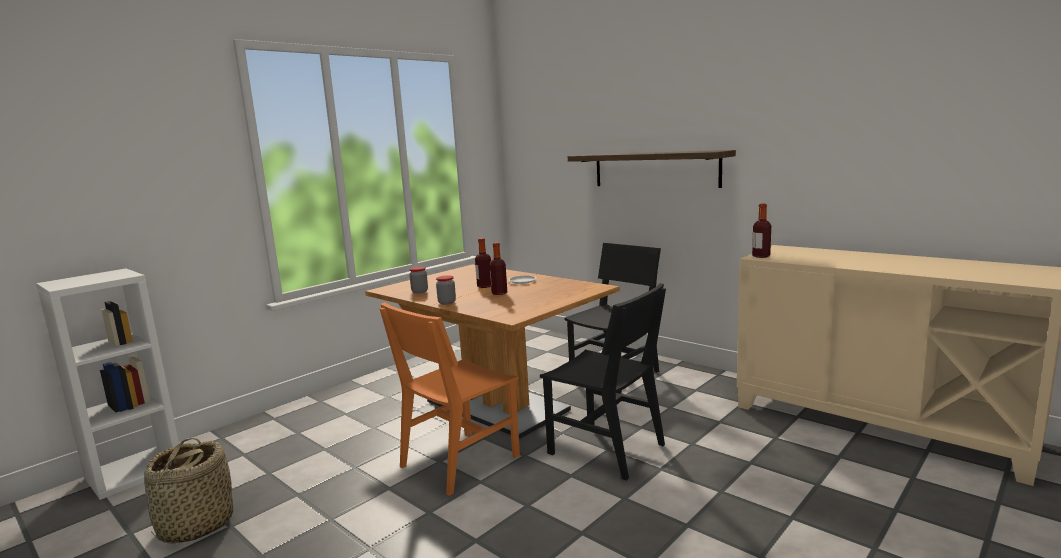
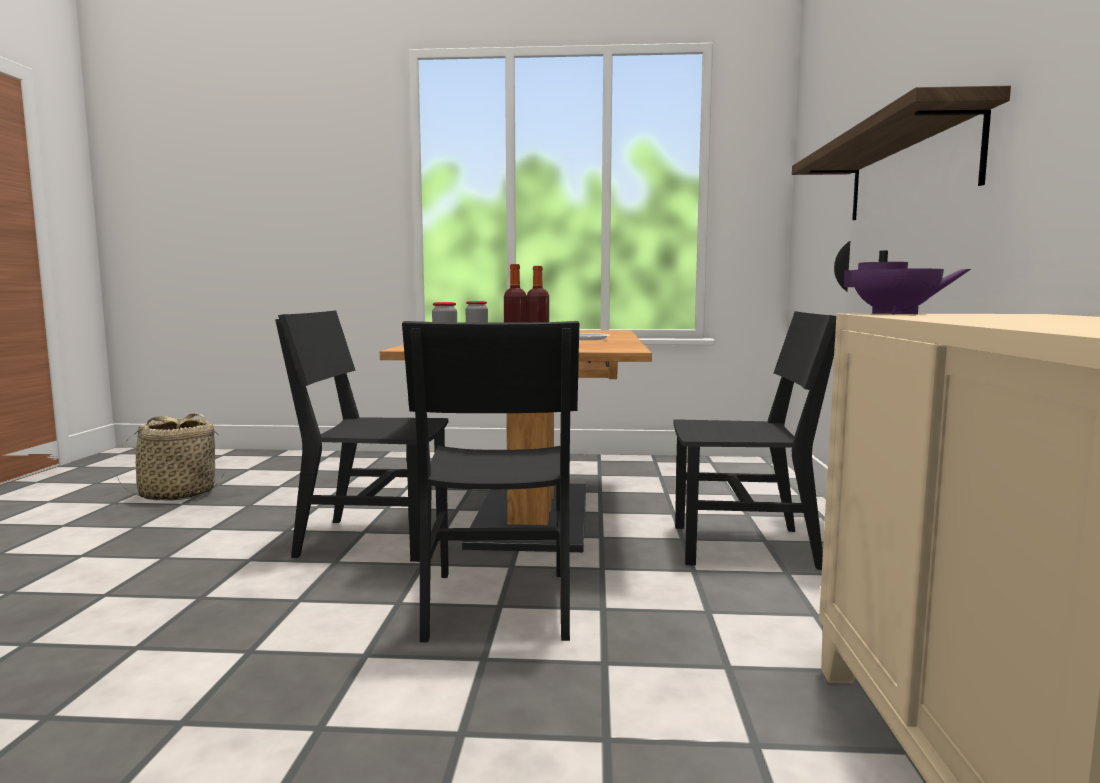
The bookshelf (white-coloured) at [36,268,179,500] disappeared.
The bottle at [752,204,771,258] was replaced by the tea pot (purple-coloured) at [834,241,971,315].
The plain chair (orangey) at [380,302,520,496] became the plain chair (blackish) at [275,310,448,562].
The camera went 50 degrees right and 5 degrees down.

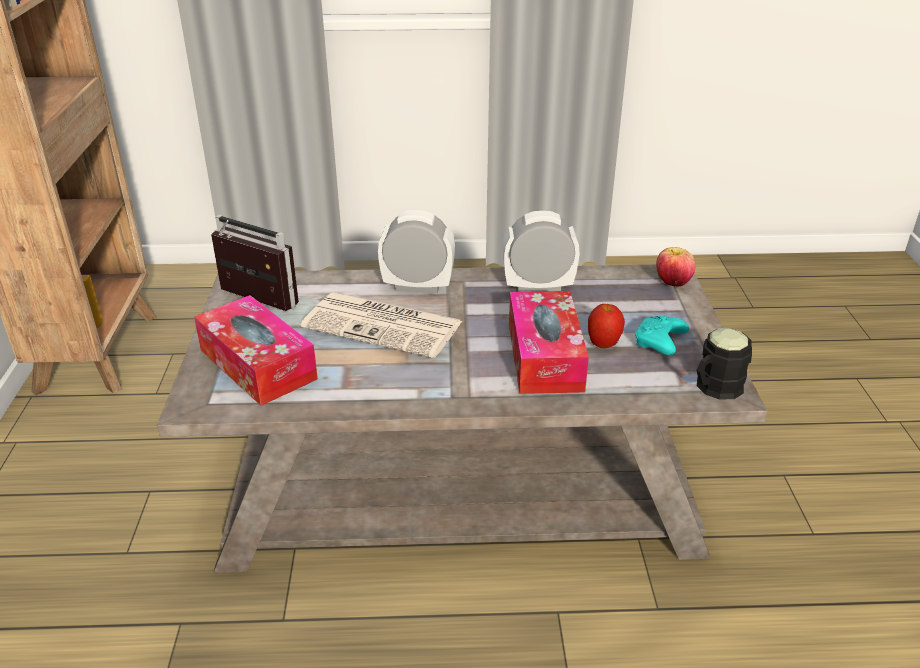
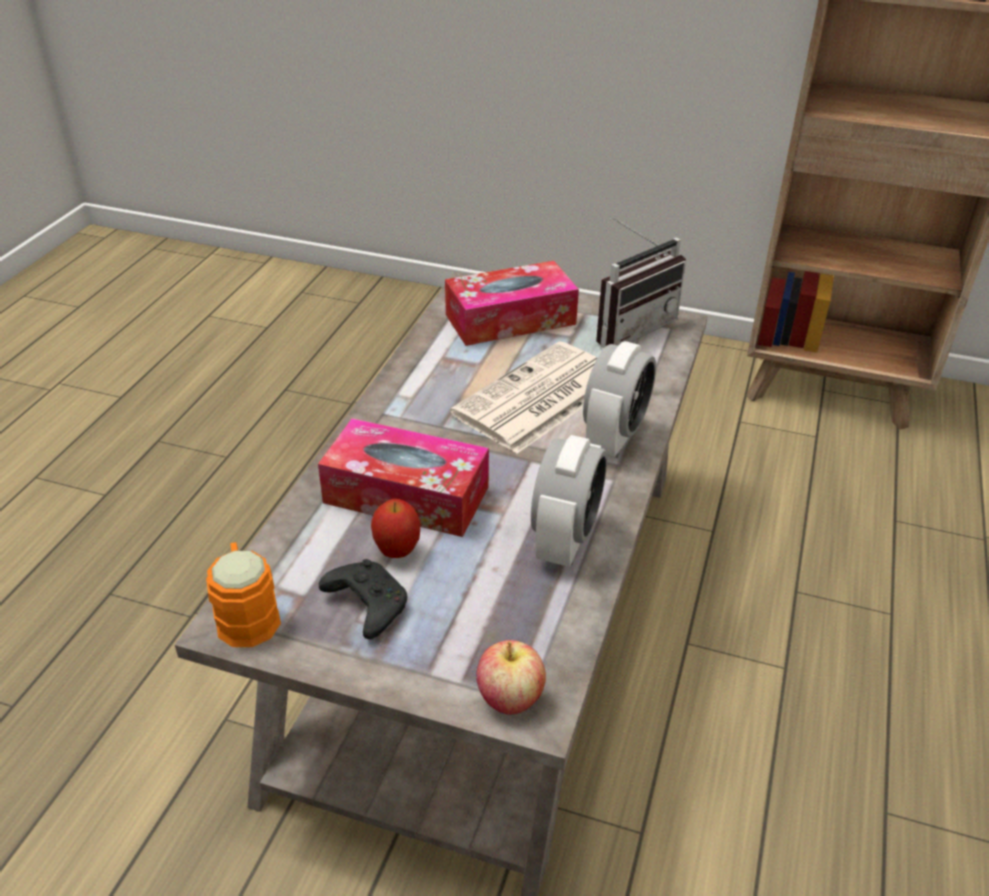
The joypad (turquoise-coloured) at [635,316,689,355] became the joypad (blackish) at [319,559,407,639].
The mug (blackish) at [696,328,752,400] became the mug (orangey) at [206,542,281,647].
The camera went 110 degrees right and 5 degrees up.

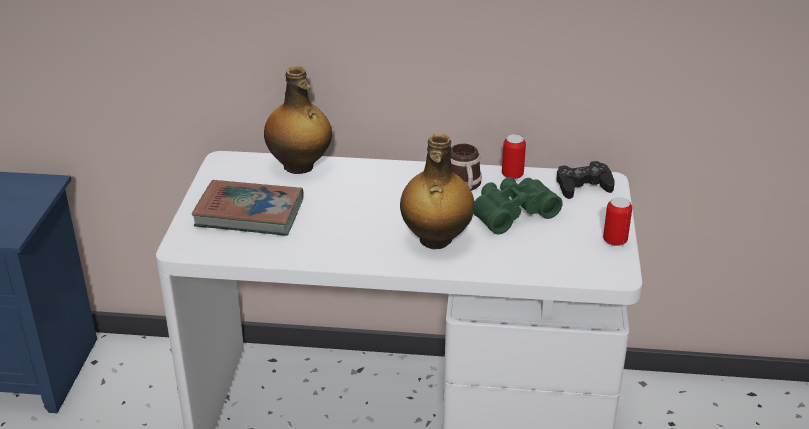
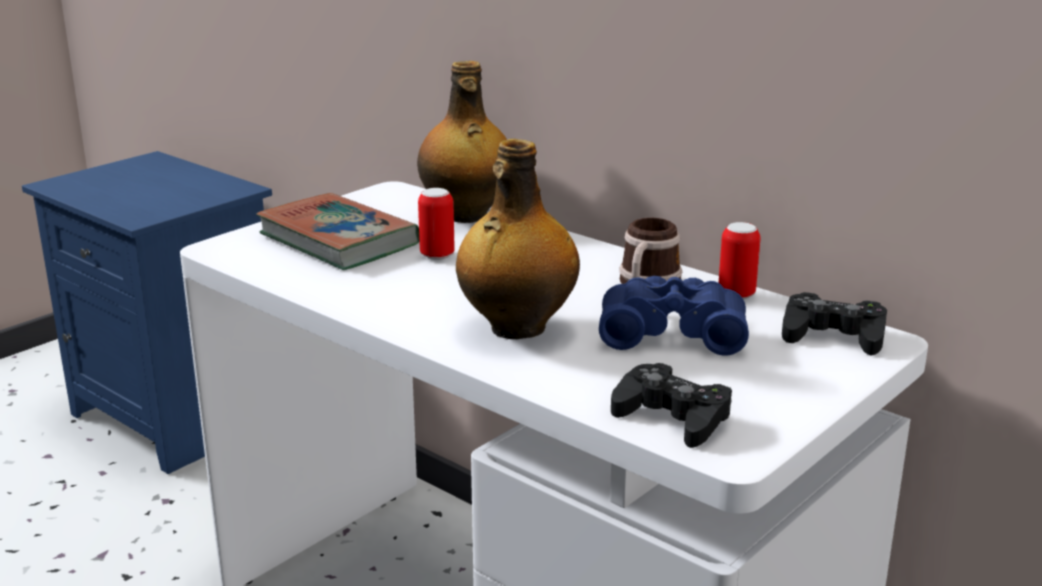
The joypad (blackish) at [611,363,732,448] appeared.
The sealed can moved from [603,197,632,246] to [418,188,455,260].
The pair of binoculars (greenish) at [473,177,563,234] became the pair of binoculars (blue) at [599,276,749,355].
The camera went 35 degrees right and 10 degrees down.

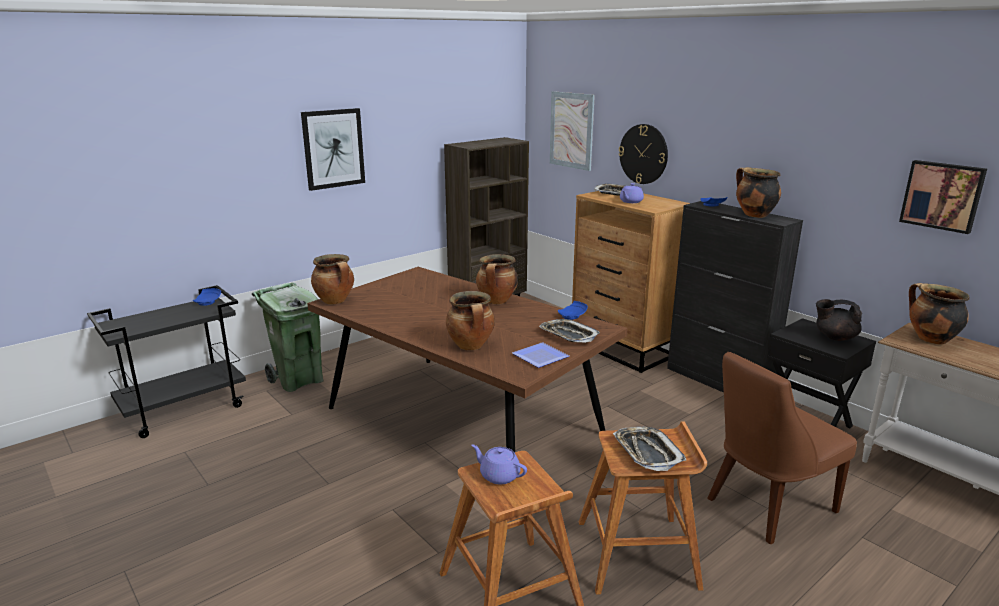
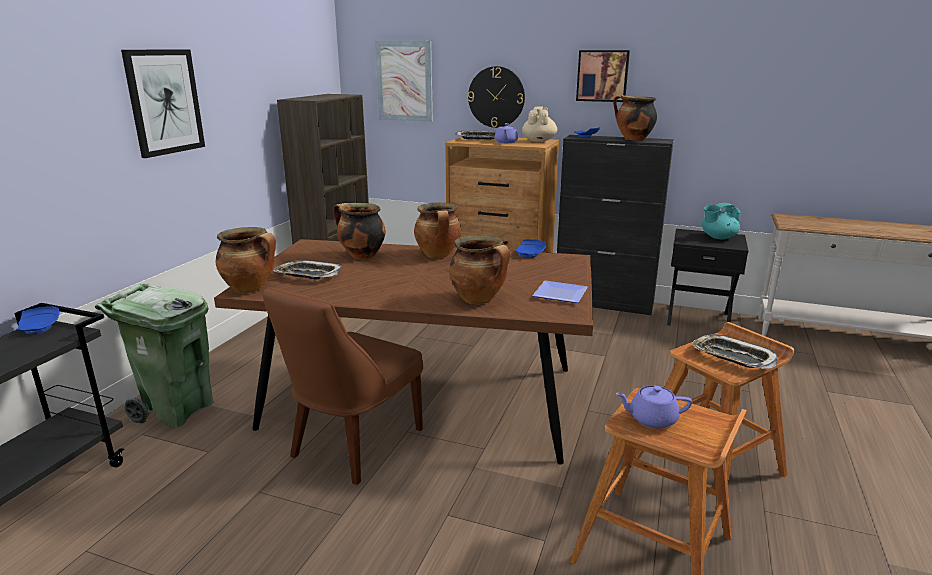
The tea pot (beige) at [522,106,557,142] appeared.
The serving tray moved from [539,319,600,343] to [274,260,342,279].
The plain chair (brownish) moved from [708,352,857,544] to [263,287,423,485].
The picture moved from [899,160,987,234] to [576,50,630,102].
The stockpot moved from [909,283,970,345] to [333,203,385,259].
The tea pot (blackish) at [816,299,862,341] became the tea pot (turquoise-coloured) at [702,203,741,239].
The camera went 30 degrees left and 0 degrees up.

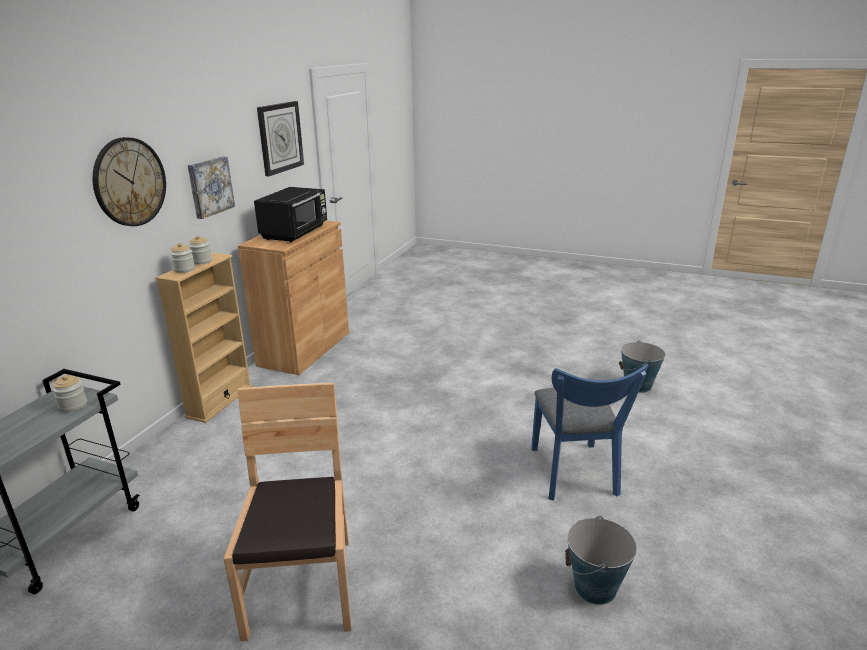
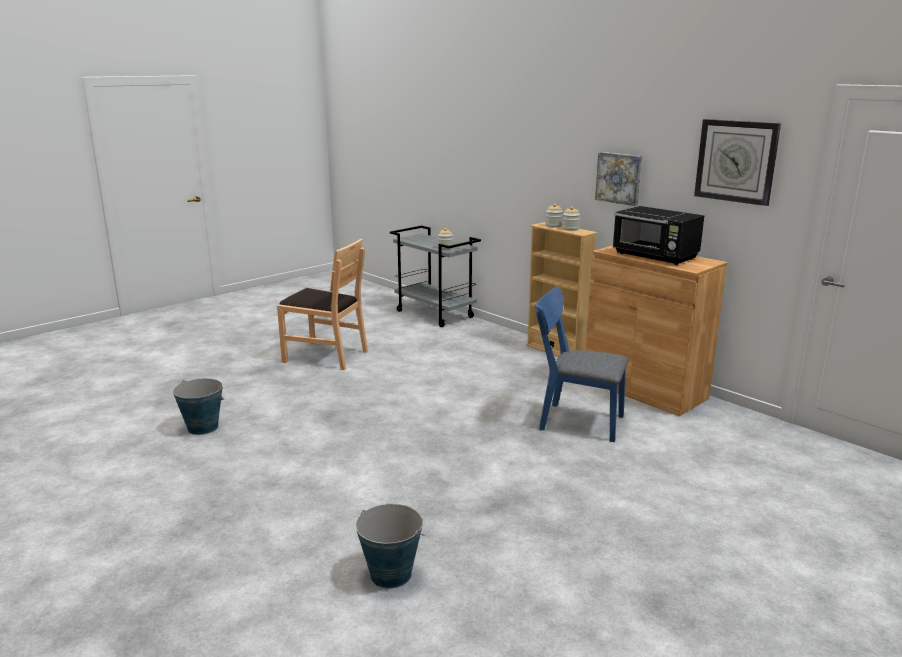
The wall clock at [92,137,166,226] disappeared.
The plain chair (blue) moved from [531,364,649,501] to [535,287,628,442].
The camera went 115 degrees right and 5 degrees down.

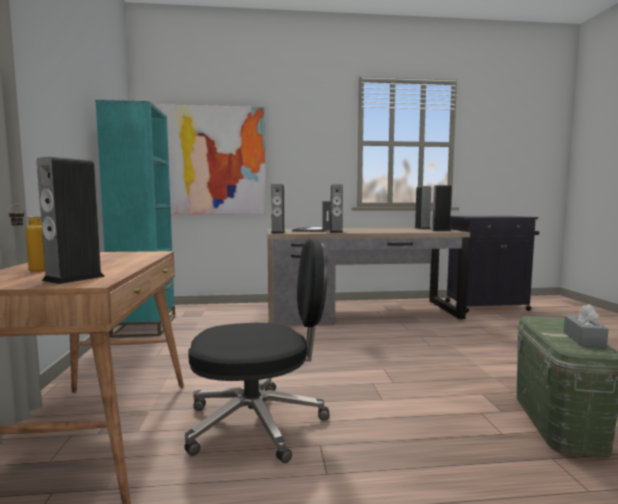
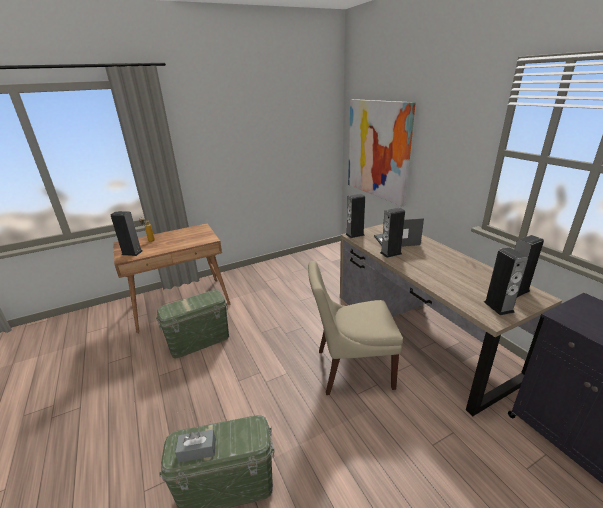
The bookshelf (turquoise-coloured) at [95,100,175,338] disappeared.
The plain chair (beige) at [308,261,403,395] appeared.
The office chair (blackish) at [184,239,329,463] was replaced by the storage box (greenish) at [156,290,229,358].
The camera went 70 degrees right and 20 degrees up.

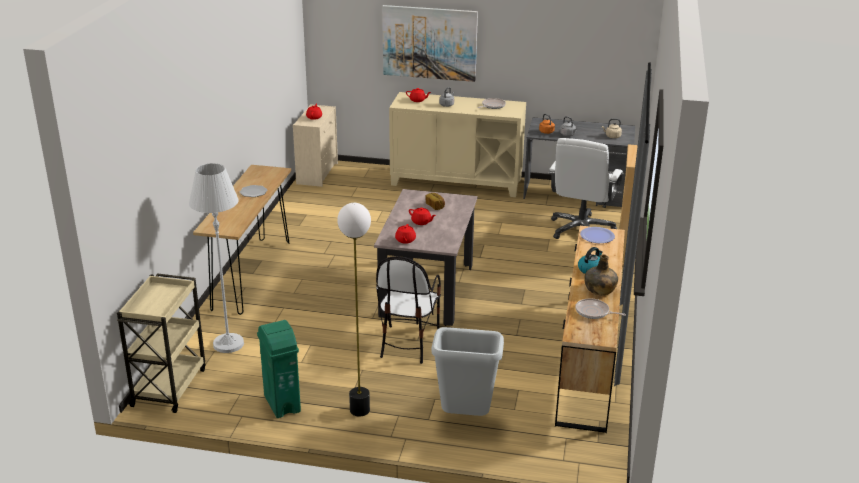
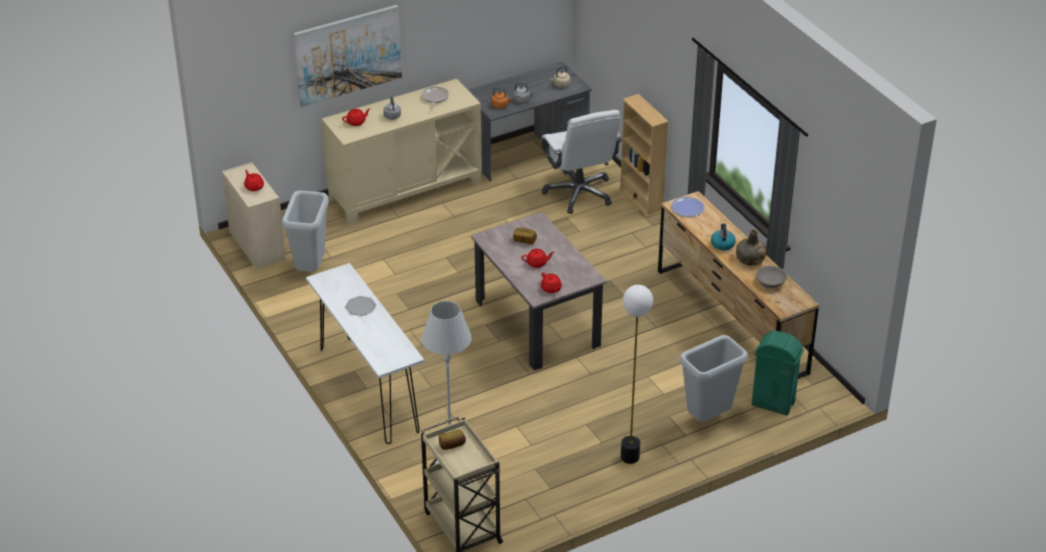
The plain chair at [376,256,441,364] disappeared.
The rubbish bin (gray) at [282,191,329,272] appeared.
The bread at [439,429,466,450] appeared.
The rubbish bin (greenish) moved from [257,320,301,418] to [752,331,804,415].
The pan at [575,299,626,319] was replaced by the deep dish (gray) at [756,266,787,288].
The console table (brownish) at [193,165,291,315] became the console table (white-coloured) at [306,263,424,444].
The camera went 40 degrees left and 10 degrees up.

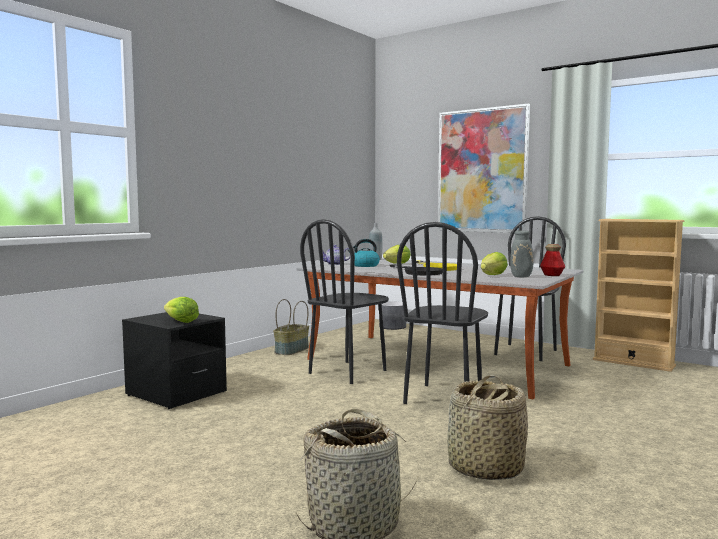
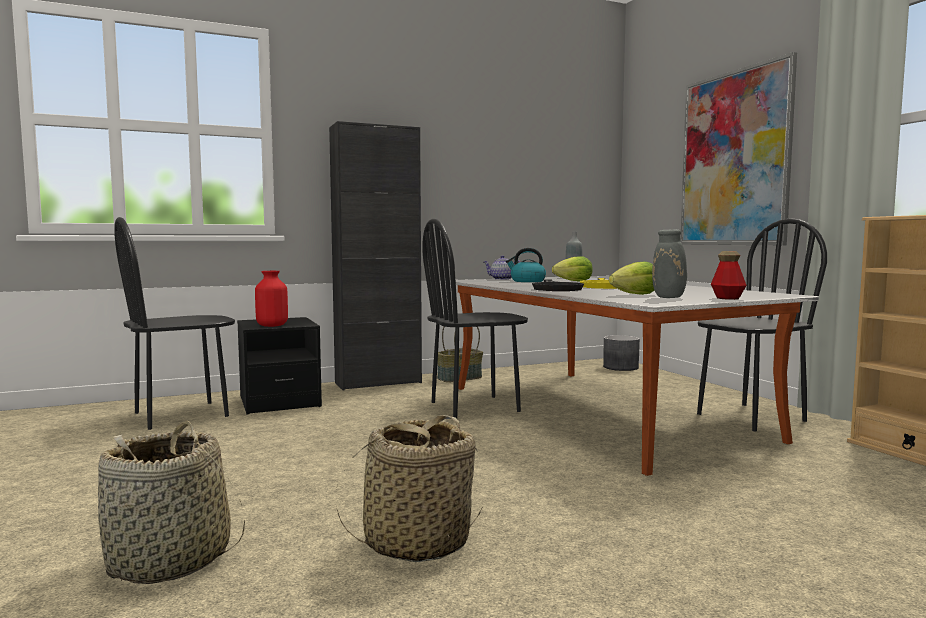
The cabinet (blackish) at [329,121,422,391] appeared.
The plain chair (blackish) moved from [397,222,488,404] to [114,217,235,430].
The lettuce at [164,297,199,323] was replaced by the vase (reddish) at [255,271,288,327].
The camera went 30 degrees right and 0 degrees up.

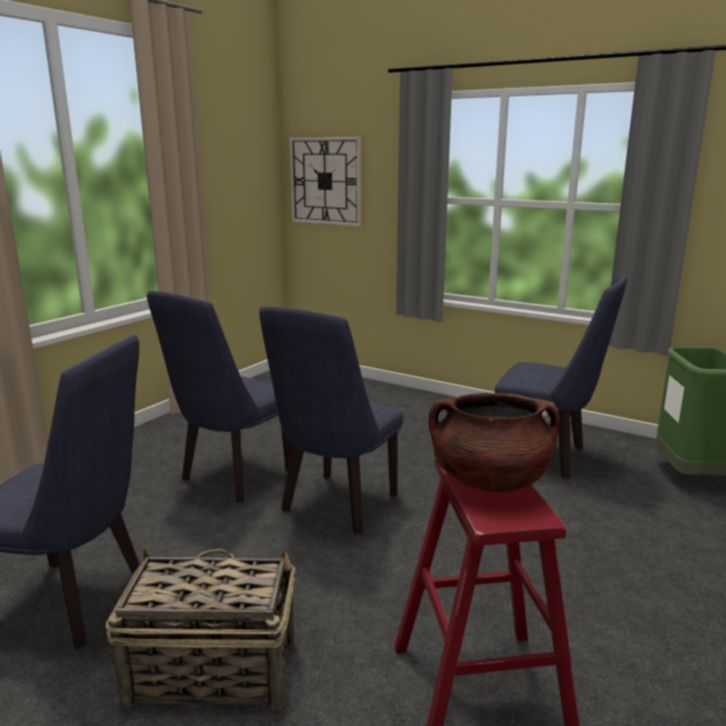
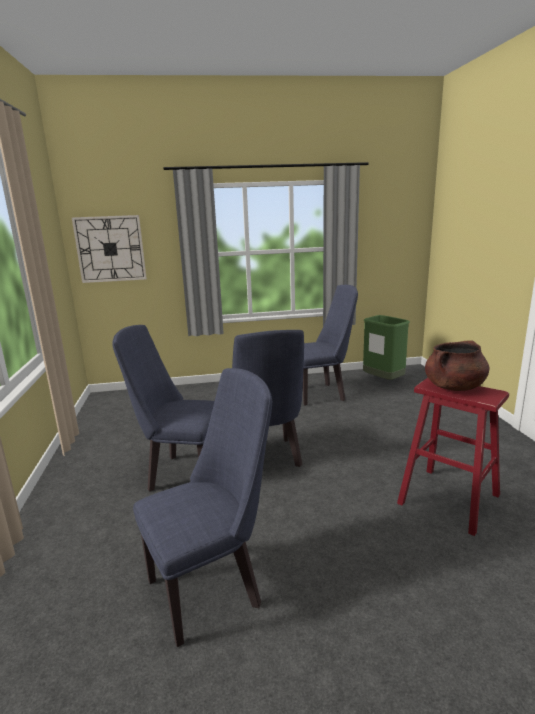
The household basket at [105,547,295,711] disappeared.
The plain chair (blue) at [147,291,291,502] turned 105 degrees clockwise.
The camera went 40 degrees left and 0 degrees up.

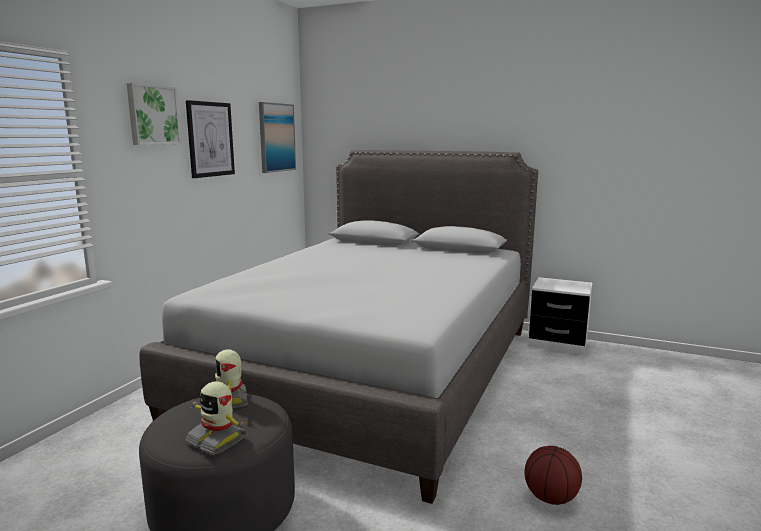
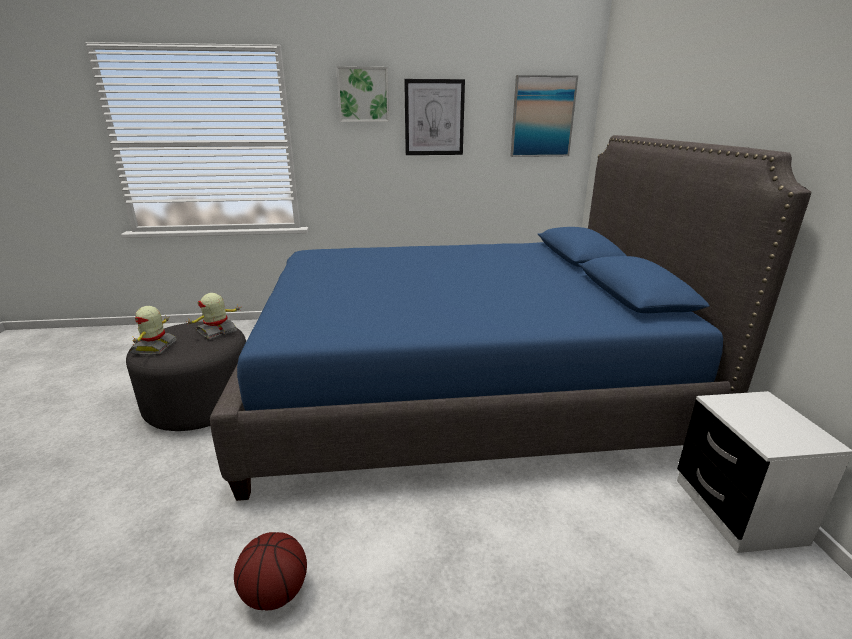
The bed (gray) at [139,150,538,504] became the bed (blue) at [210,135,811,501].
The camera went 60 degrees right and 10 degrees up.

